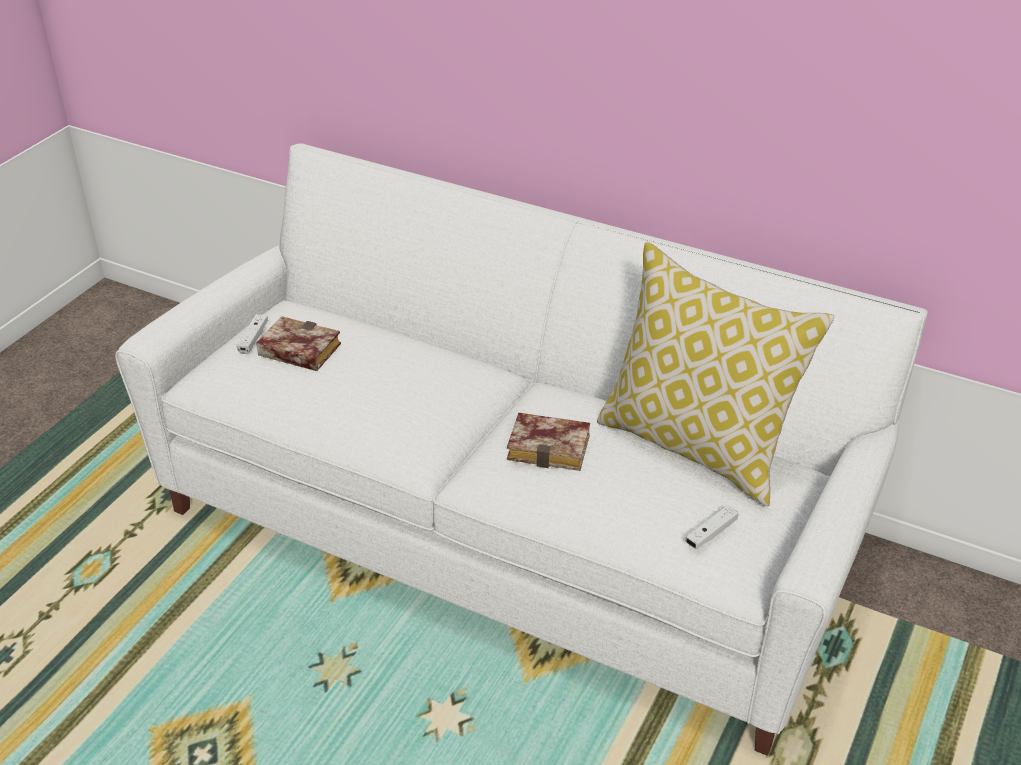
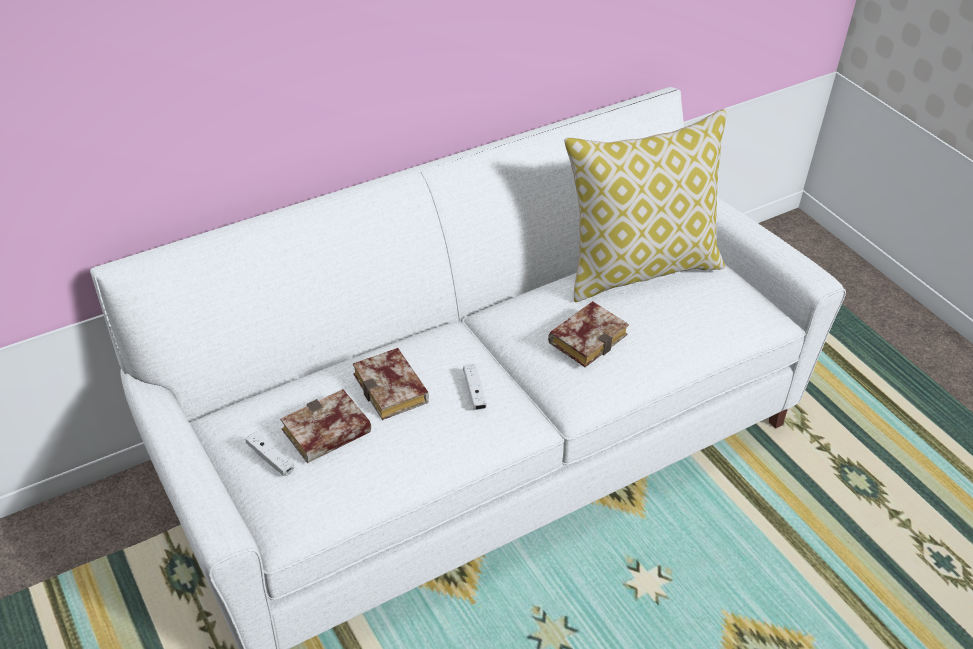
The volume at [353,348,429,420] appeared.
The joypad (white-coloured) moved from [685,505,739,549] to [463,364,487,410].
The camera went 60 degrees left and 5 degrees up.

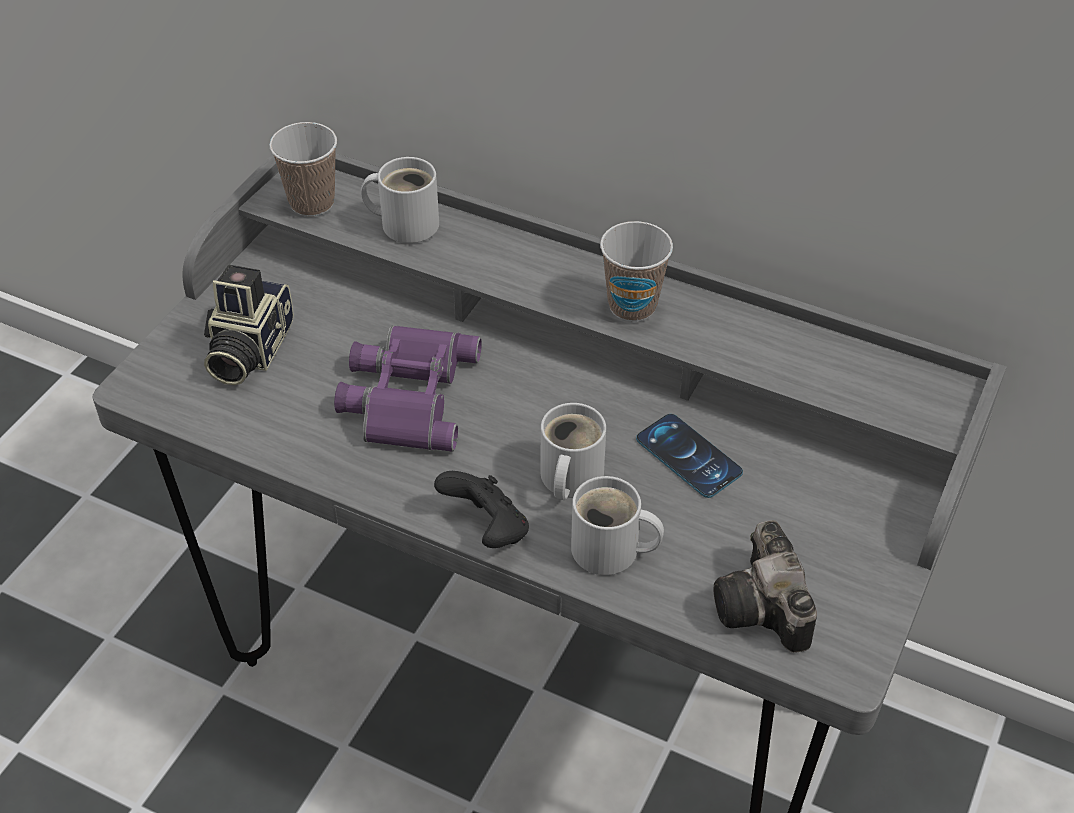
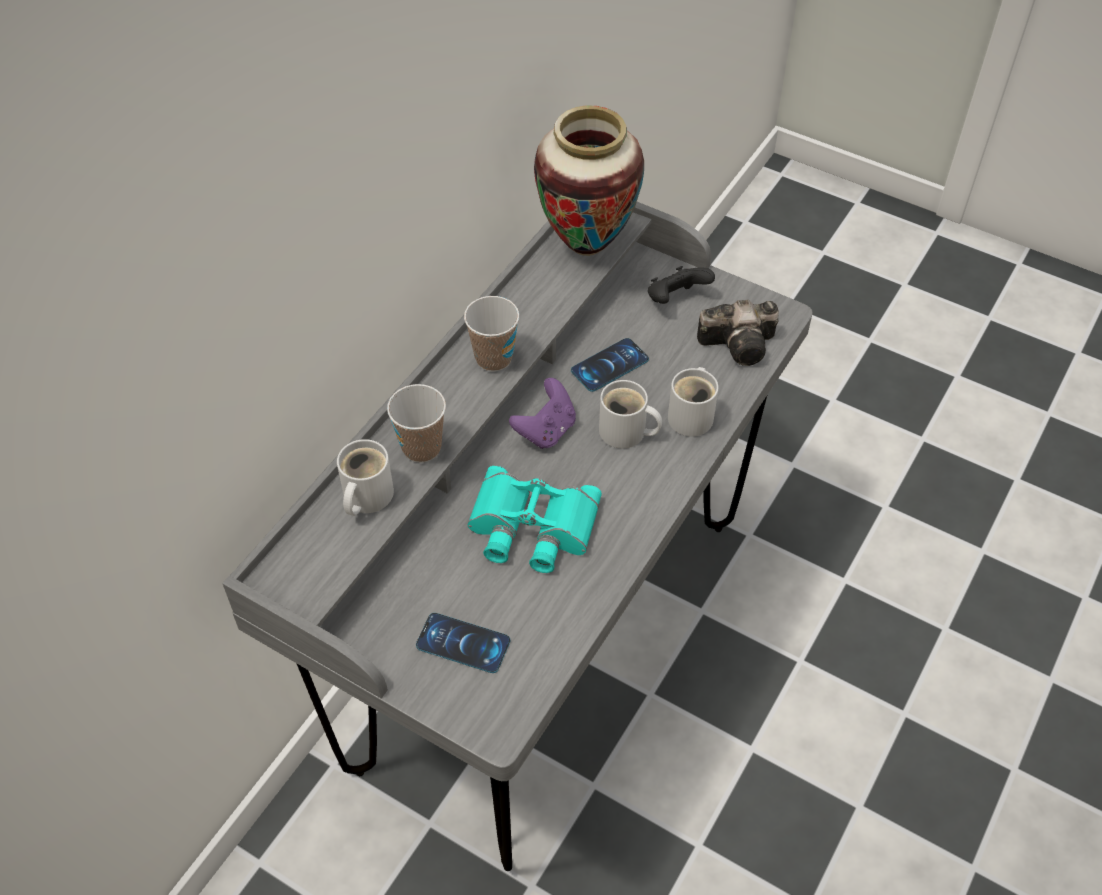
The joypad (purple-coloured) at [509,378,576,449] appeared.
The vase at [534,105,644,256] appeared.
The small cup moved from [269,122,337,216] to [387,384,446,463].
The joypad (blackish) moved from [434,471,529,548] to [648,266,715,304].
The still camera at [204,264,294,385] was replaced by the phone at [416,613,510,673].
The pair of binoculars (purple-coloured) at [334,325,482,452] became the pair of binoculars (turquoise-coloured) at [468,466,602,573].
The camera went 85 degrees left and 5 degrees up.

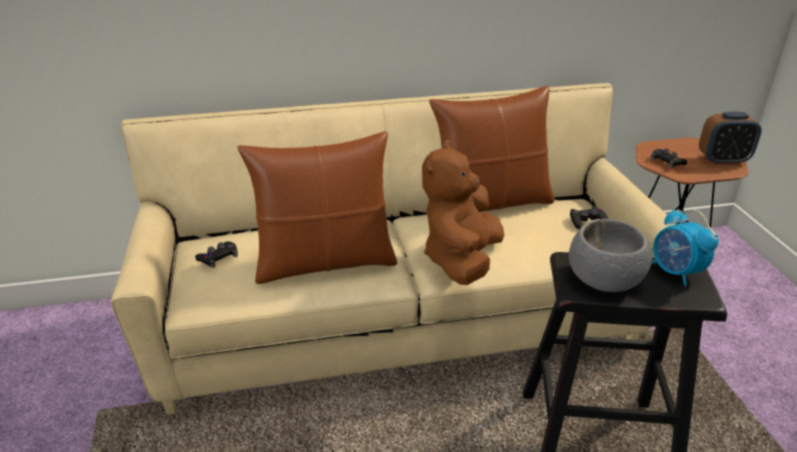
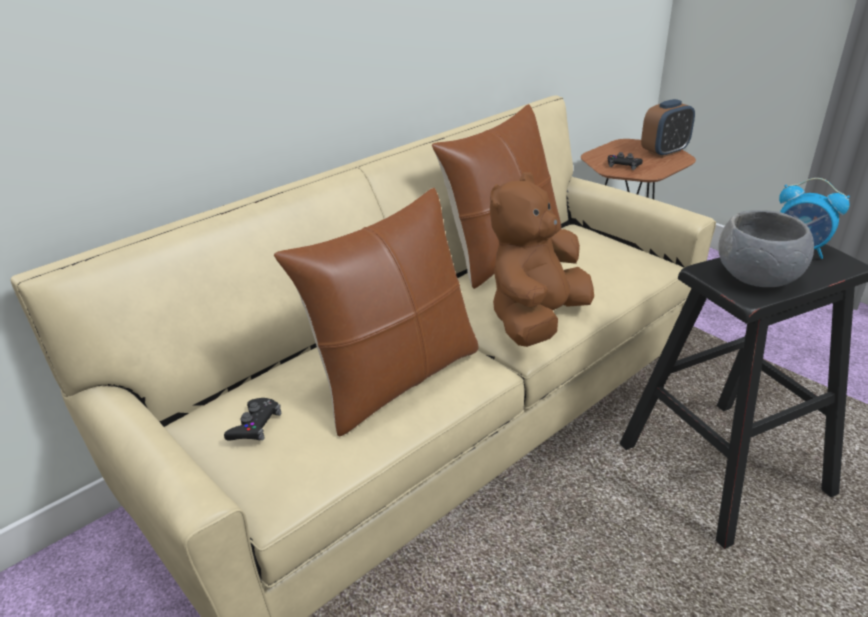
The joypad (blackish) at [570,206,608,229] disappeared.
The soft toy (brownish) at [422,140,505,285] turned 45 degrees clockwise.
The camera went 30 degrees left and 0 degrees up.

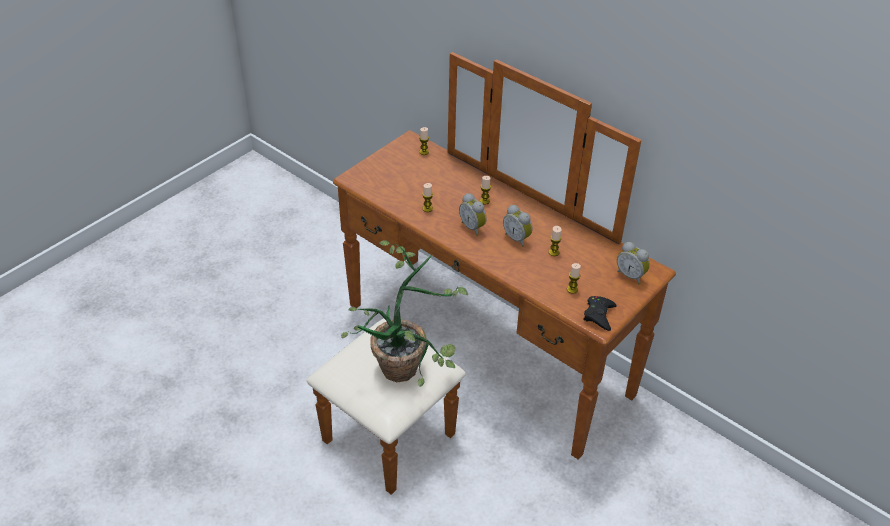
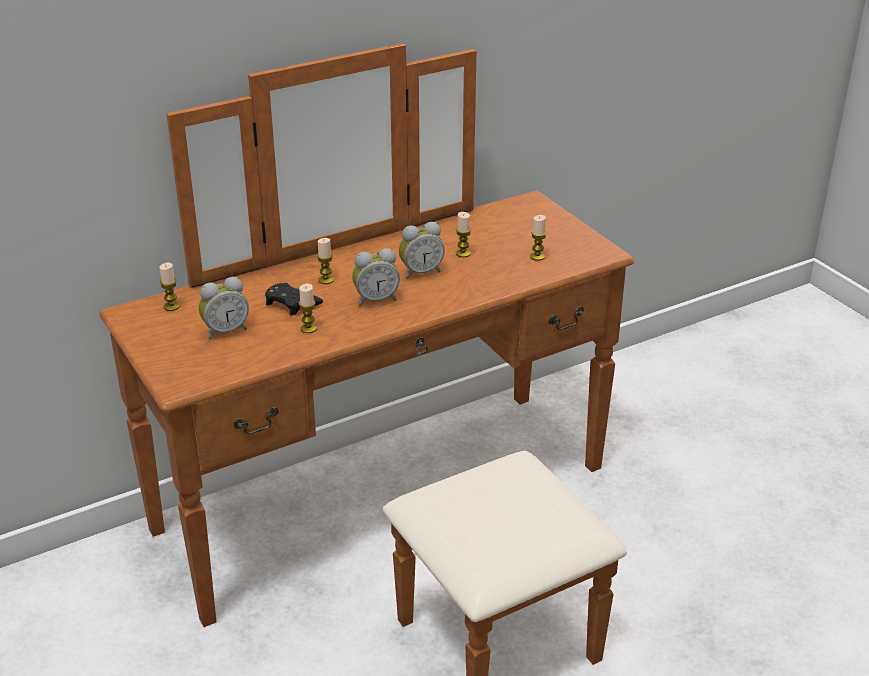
The houseplant at [341,240,468,387] disappeared.
The joypad (blackish) moved from [583,296,616,331] to [265,283,323,316].
The table clock moved from [617,242,650,284] to [199,277,249,340].
The camera went 70 degrees left and 10 degrees down.

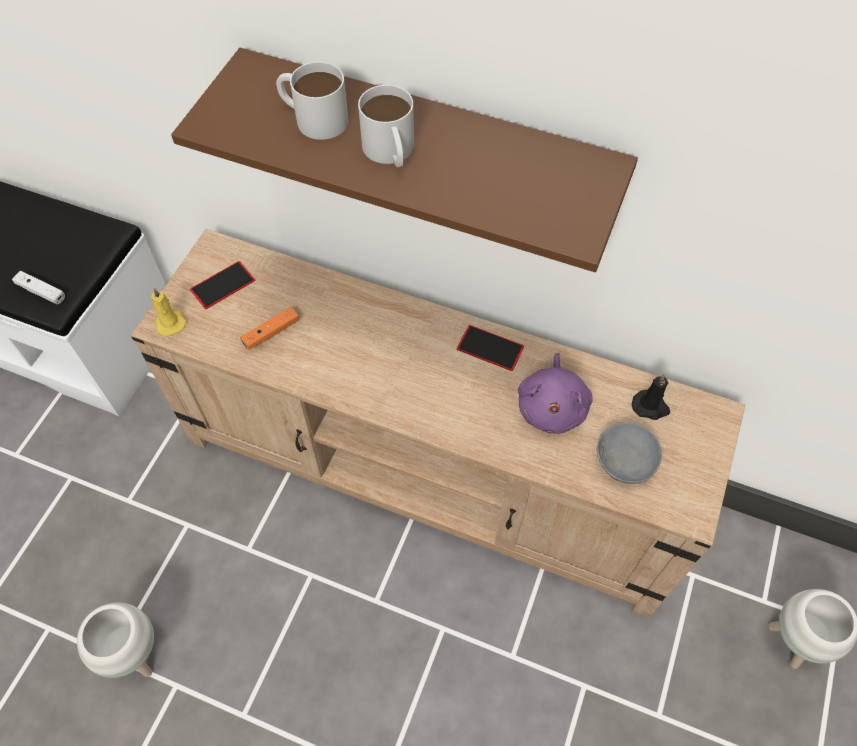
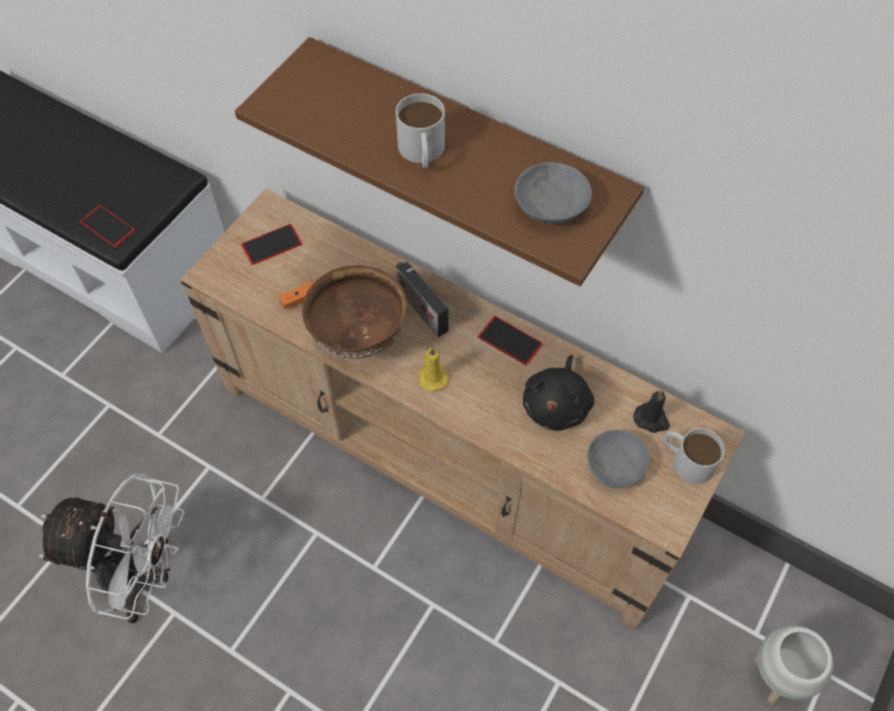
The deep dish (brownish) at [302,265,407,359] appeared.
The radio receiver at [396,262,448,337] appeared.
The deep dish (gray) at [514,162,592,224] appeared.
The wax candle (yellowish) moved from [151,288,186,336] to [418,347,449,392].
The mug (white-coloured) moved from [276,62,348,140] to [663,428,725,484].
The joypad (white-coloured) at [12,271,65,304] was replaced by the phone at [80,205,135,247].
The planter (white-coloured) at [77,603,154,678] was replaced by the cooling fan (white-coloured) at [39,474,185,624].
The soft toy (purple-coloured) at [518,353,593,434] became the soft toy (blackish) at [523,355,594,431].
The camera went 10 degrees right and 0 degrees up.

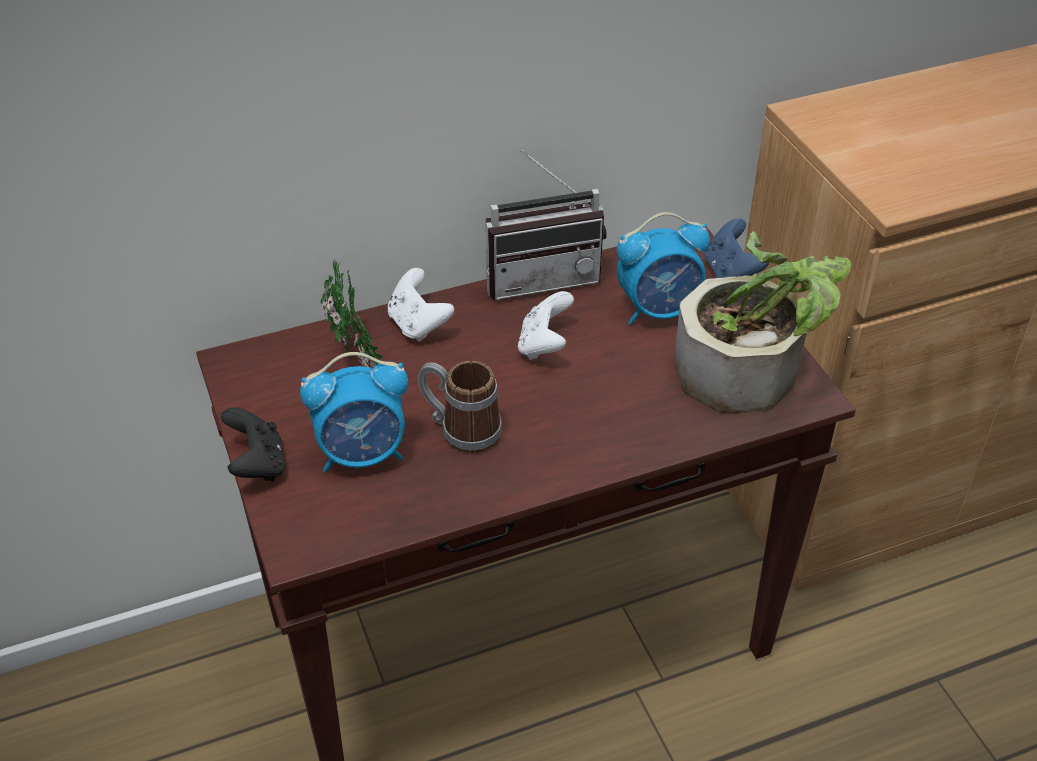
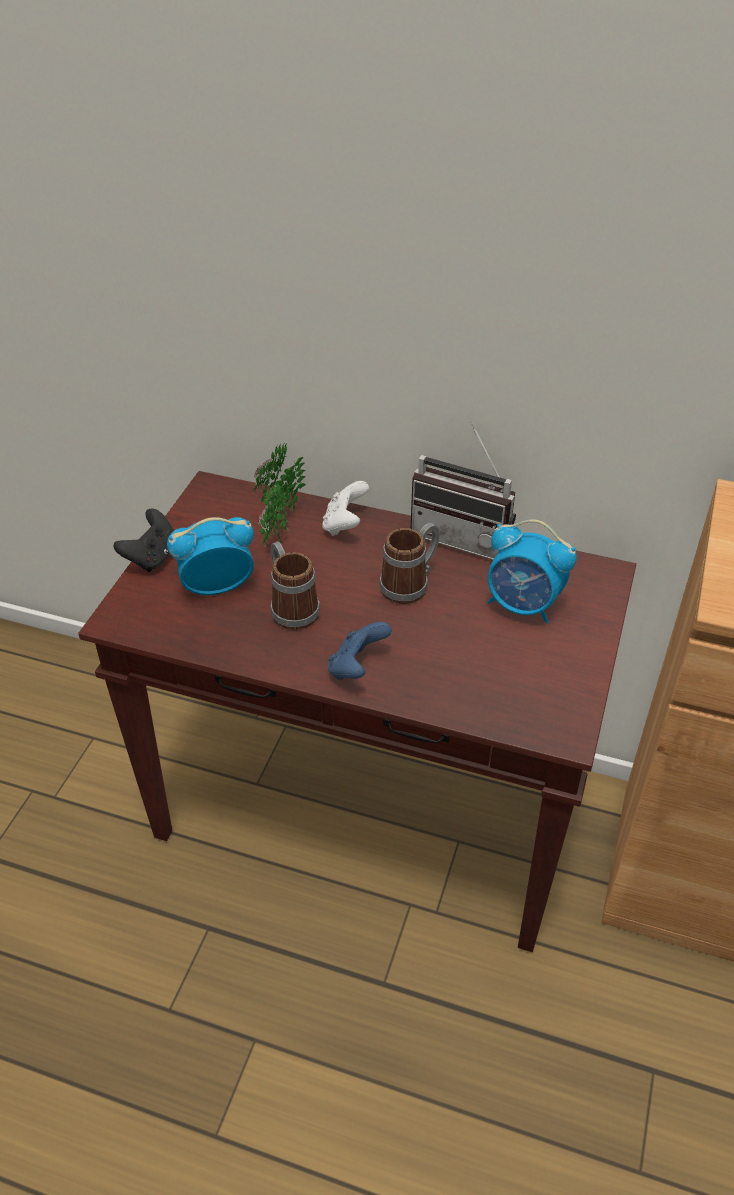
The houseplant at [674,231,851,414] disappeared.
The joypad (blue) moved from [704,218,769,278] to [328,622,391,680].
The joypad (white-coloured) at [518,291,574,360] was replaced by the mug at [379,523,440,604].
The table clock at [300,352,408,472] turned 135 degrees clockwise.
The camera went 40 degrees right and 0 degrees up.

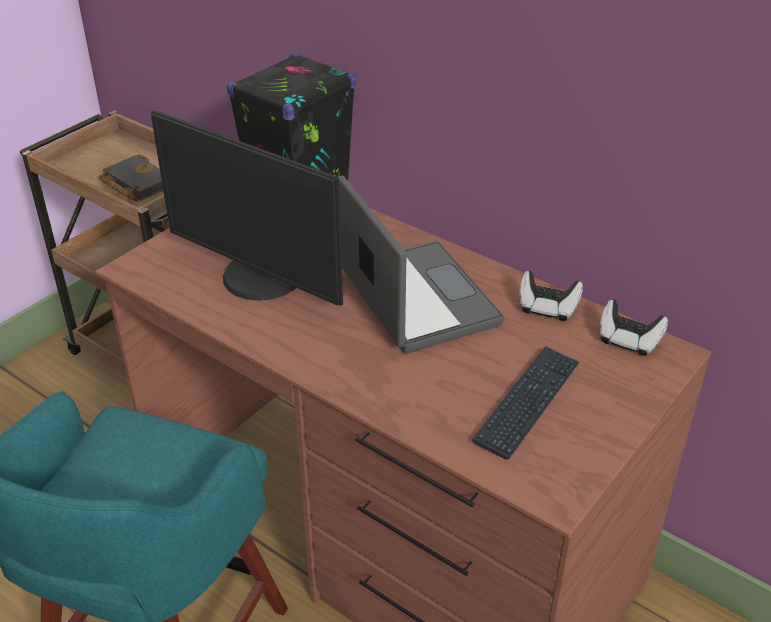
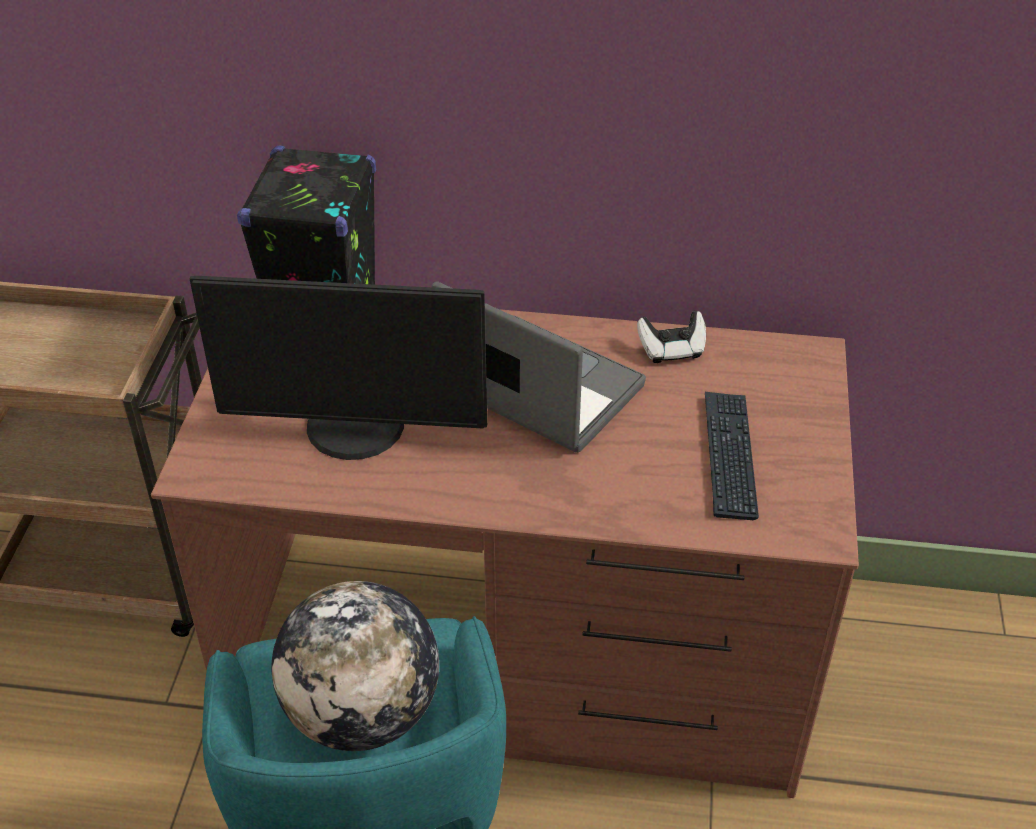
The volume (blackish) at [98,154,163,202] disappeared.
The joypad at [600,300,668,356] disappeared.
The globe at [272,581,439,751] appeared.
The camera went 30 degrees left and 5 degrees up.

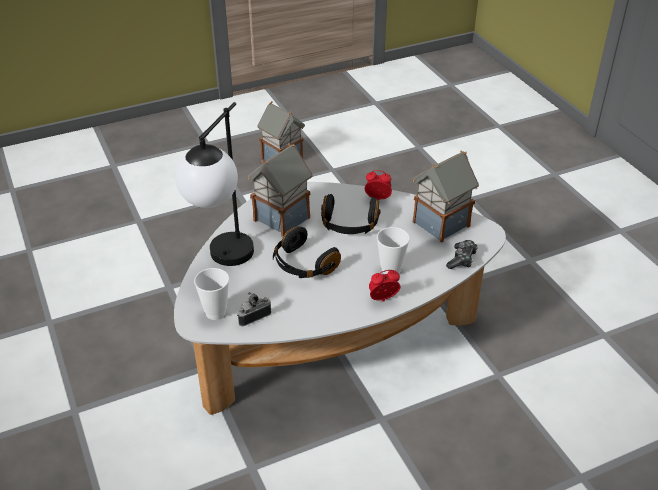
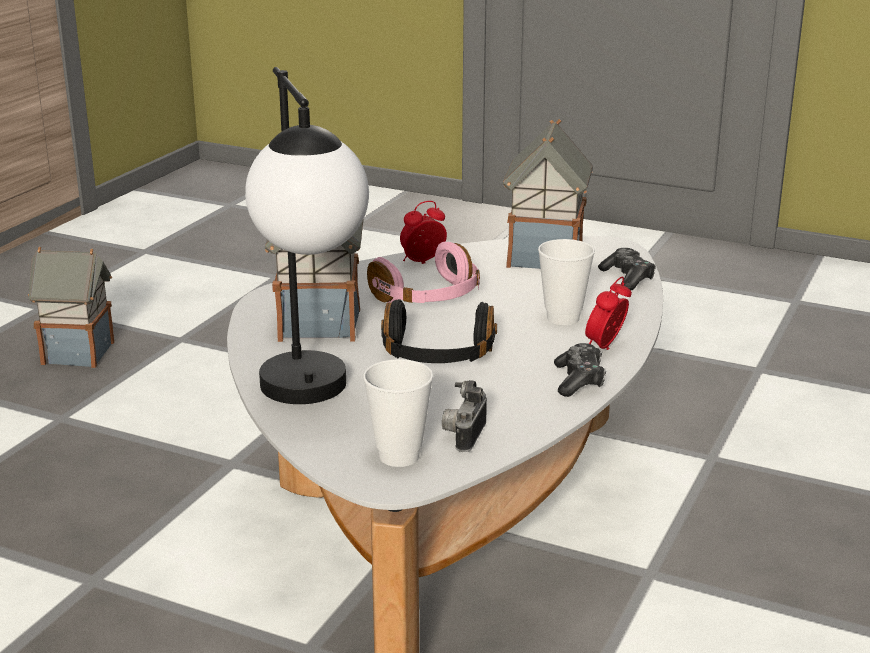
The joypad at [554,343,606,397] appeared.
The pair of headphones (blackish) at [321,194,381,234] became the pair of headphones (pinkish) at [367,242,480,303].
The camera went 40 degrees left and 15 degrees down.

